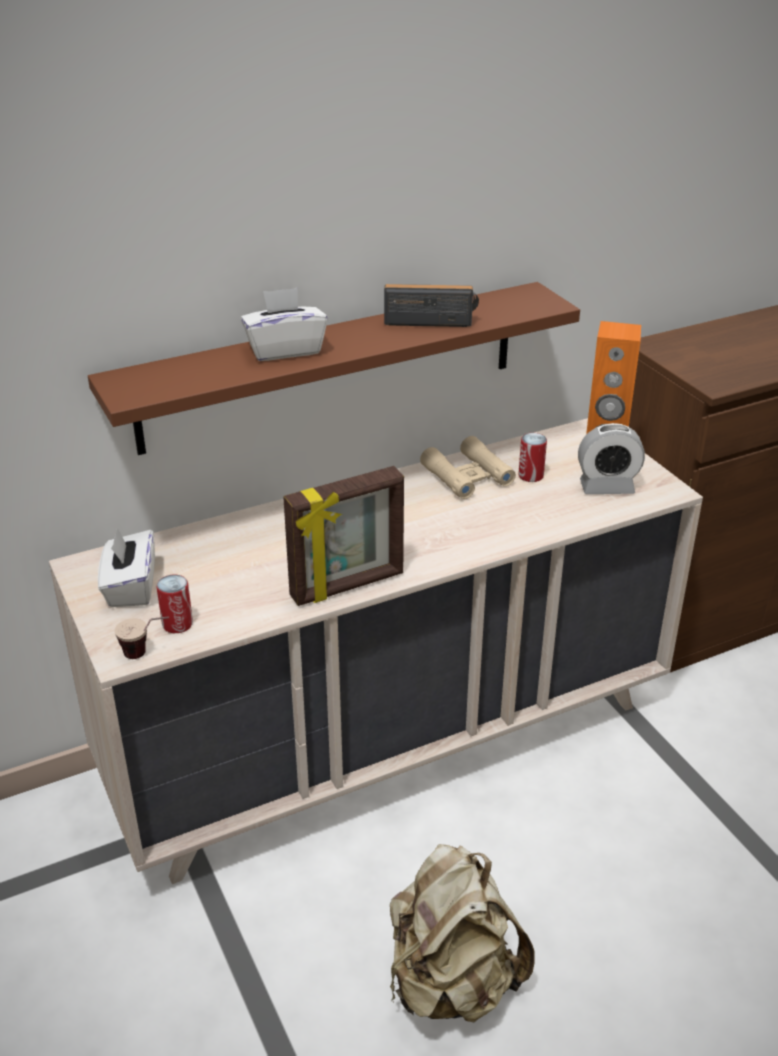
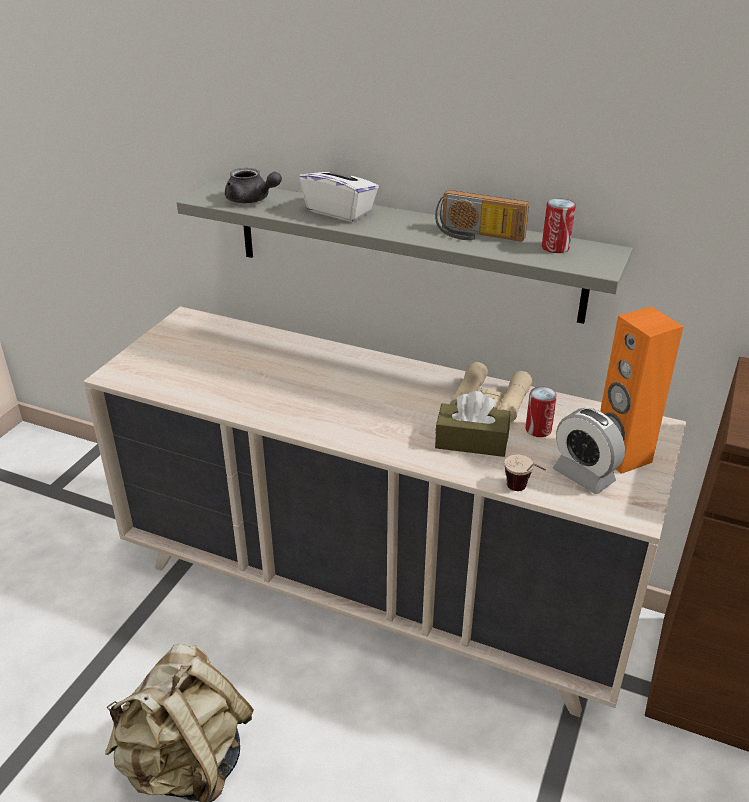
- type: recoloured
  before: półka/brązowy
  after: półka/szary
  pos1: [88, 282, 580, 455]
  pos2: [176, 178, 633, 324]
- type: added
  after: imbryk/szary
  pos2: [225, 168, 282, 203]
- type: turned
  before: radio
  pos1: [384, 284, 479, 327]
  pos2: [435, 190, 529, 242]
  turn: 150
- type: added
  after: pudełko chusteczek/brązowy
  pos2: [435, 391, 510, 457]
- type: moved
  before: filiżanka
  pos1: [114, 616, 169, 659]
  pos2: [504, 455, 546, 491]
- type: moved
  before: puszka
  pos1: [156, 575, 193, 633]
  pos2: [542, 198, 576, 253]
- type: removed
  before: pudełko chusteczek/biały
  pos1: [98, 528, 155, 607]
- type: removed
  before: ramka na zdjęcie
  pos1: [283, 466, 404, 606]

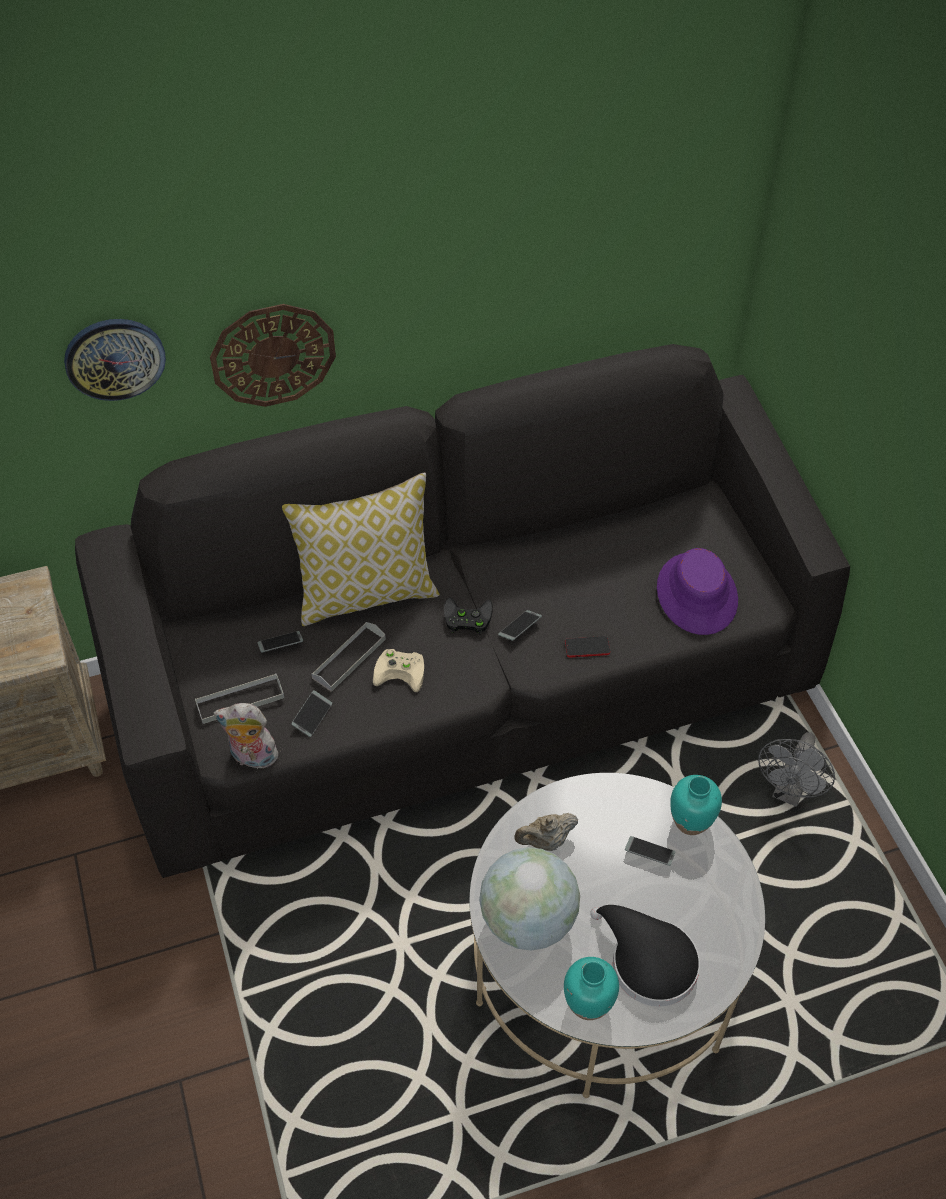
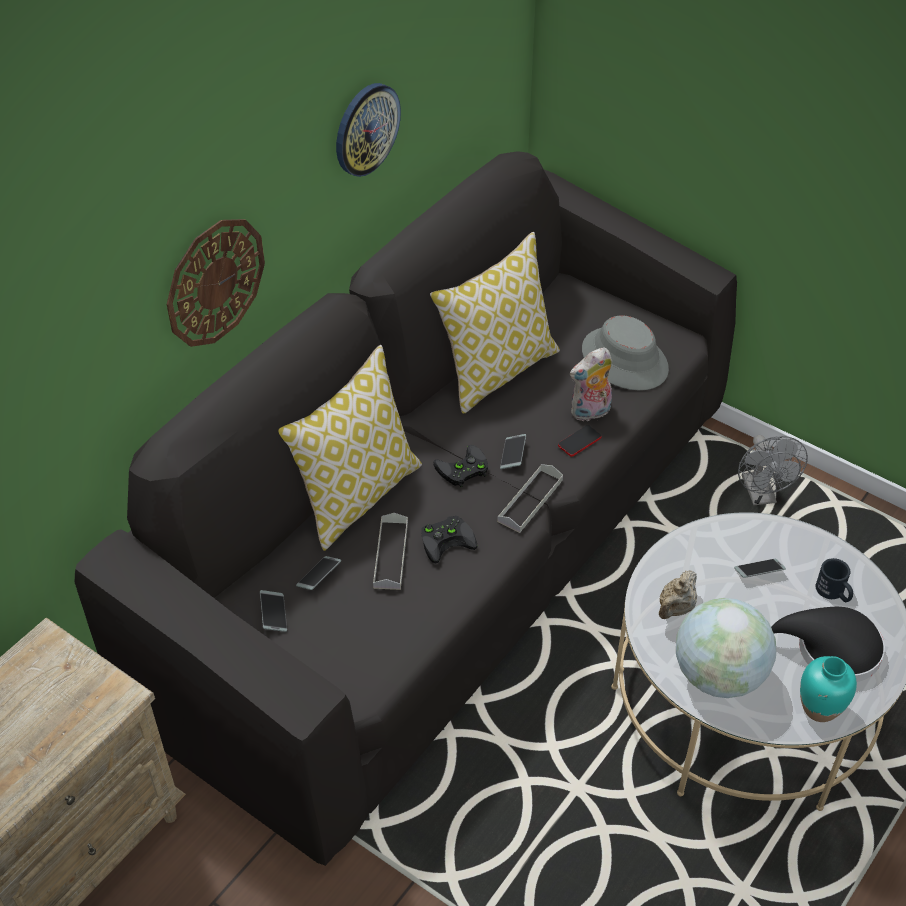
- type: moved
  before: telefon
  pos1: [291, 690, 332, 737]
  pos2: [260, 590, 287, 632]
- type: moved
  before: zegar ścienny
  pos1: [64, 319, 166, 401]
  pos2: [336, 83, 401, 177]
- type: recoloured
  before: pad do gier/beżowy
  after: pad do gier/czarny
  pos1: [373, 649, 424, 692]
  pos2: [422, 516, 478, 564]
- type: added
  after: poduszka
  pos2: [430, 232, 560, 414]
- type: moved
  before: taca/szary
  pos1: [195, 673, 284, 724]
  pos2: [497, 464, 563, 533]
- type: moved
  before: pluszak
  pos1: [213, 703, 278, 769]
  pos2: [570, 347, 612, 422]
- type: recoloured
  before: kapelusz/fioletowy
  after: kapelusz/szary
  pos1: [657, 548, 738, 635]
  pos2: [582, 315, 669, 390]
- type: added
  after: kubek/czarny
  pos2: [816, 558, 853, 602]
- type: removed
  before: wazon/turkusowy
  pos1: [670, 775, 722, 835]

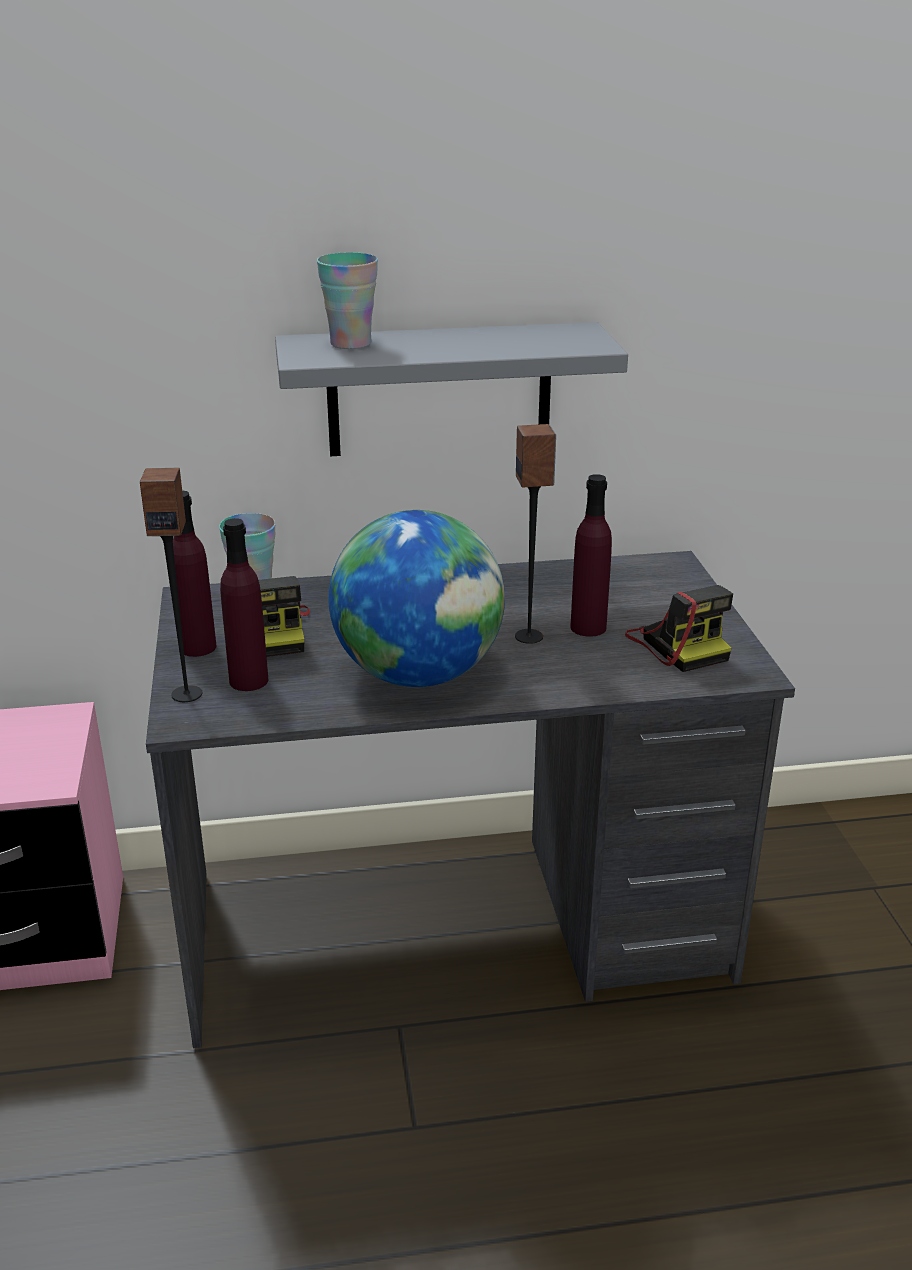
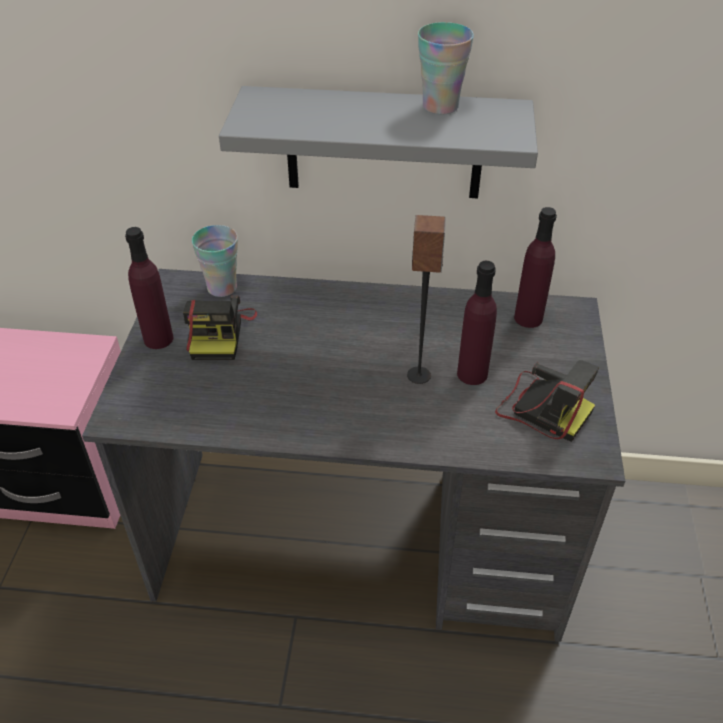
- type: moved
  before: filiżanka
  pos1: [317, 252, 378, 349]
  pos2: [418, 22, 474, 115]
- type: turned
  before: aparat fotograficzny
  pos1: [625, 585, 733, 672]
  pos2: [495, 360, 599, 442]
  turn: -45
- type: moved
  before: butelka/fioletowy
  pos1: [220, 518, 268, 691]
  pos2: [514, 207, 557, 328]
- type: removed
  before: głośnik
  pos1: [140, 468, 202, 702]
- type: removed
  before: globus
  pos1: [328, 510, 505, 687]

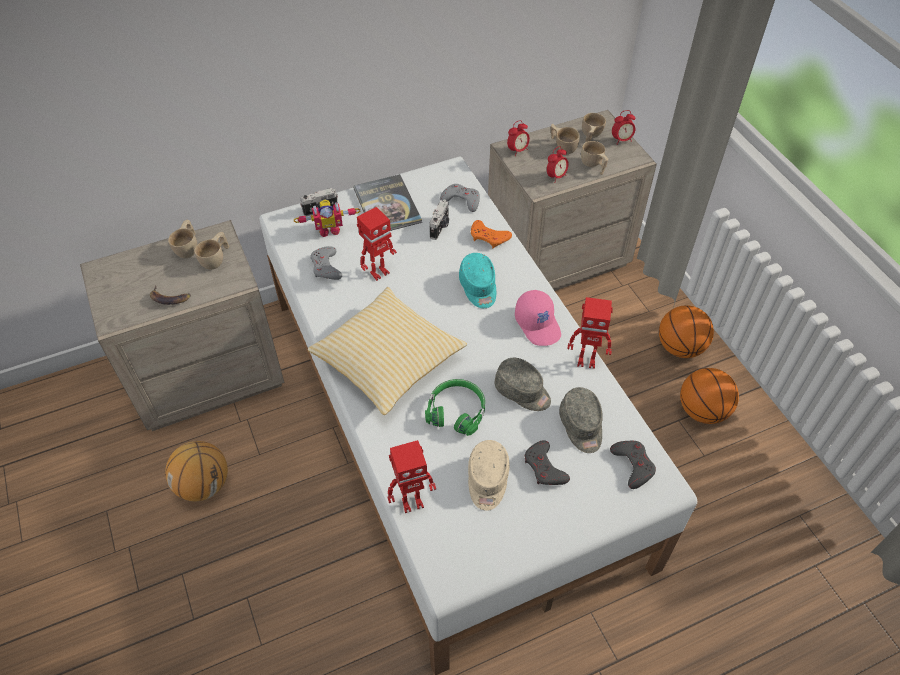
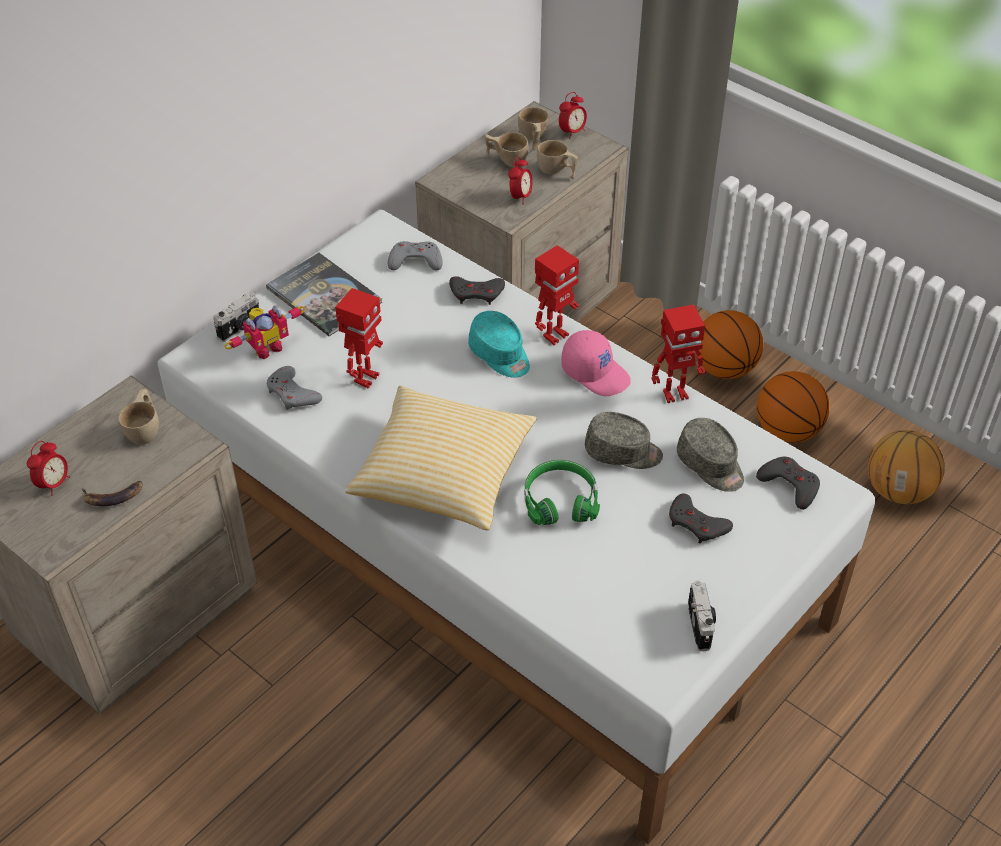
- type: moved
  before: budzik
  pos1: [507, 120, 530, 156]
  pos2: [27, 441, 70, 496]
- type: recoloured
  before: pad do gier/pomarańczowy
  after: pad do gier/szary
  pos1: [471, 220, 512, 249]
  pos2: [449, 276, 505, 305]
- type: moved
  before: robot zabawkowy
  pos1: [387, 440, 436, 513]
  pos2: [535, 245, 579, 345]
- type: moved
  before: aparat fotograficzny
  pos1: [430, 200, 449, 240]
  pos2: [688, 580, 716, 651]
- type: moved
  before: piłka do koszykówki
  pos1: [165, 441, 228, 501]
  pos2: [868, 430, 945, 504]
- type: removed
  before: filiżanka/beżowy
  pos1: [168, 220, 197, 258]
- type: removed
  before: czapka z daszkiem/beżowy
  pos1: [468, 440, 510, 511]

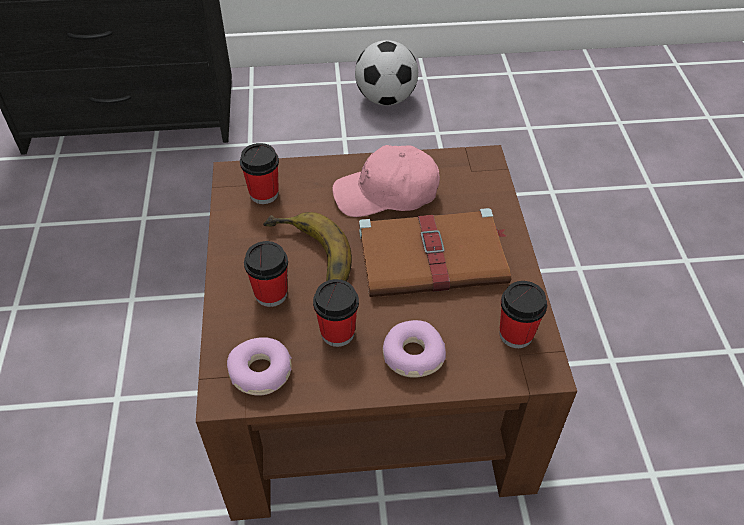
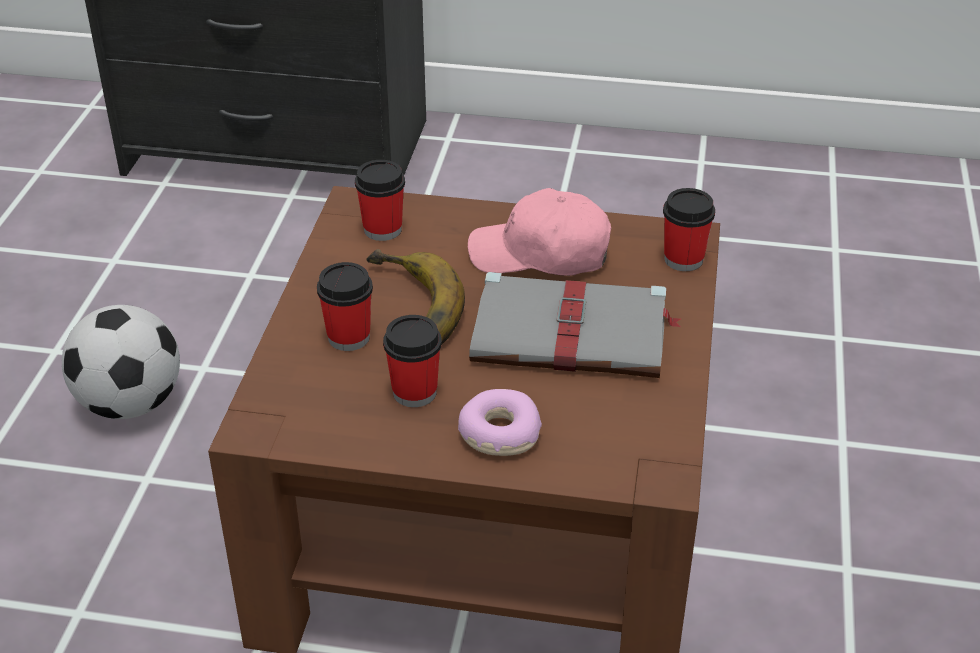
- type: moved
  before: piłka futbolowa
  pos1: [355, 40, 418, 106]
  pos2: [62, 305, 180, 419]
- type: recoloured
  before: książka/brązowy
  after: książka/szary
  pos1: [359, 208, 511, 297]
  pos2: [469, 272, 681, 378]
- type: moved
  before: filiżanka
  pos1: [499, 281, 547, 348]
  pos2: [663, 188, 715, 271]
- type: removed
  before: donut
  pos1: [227, 337, 292, 396]

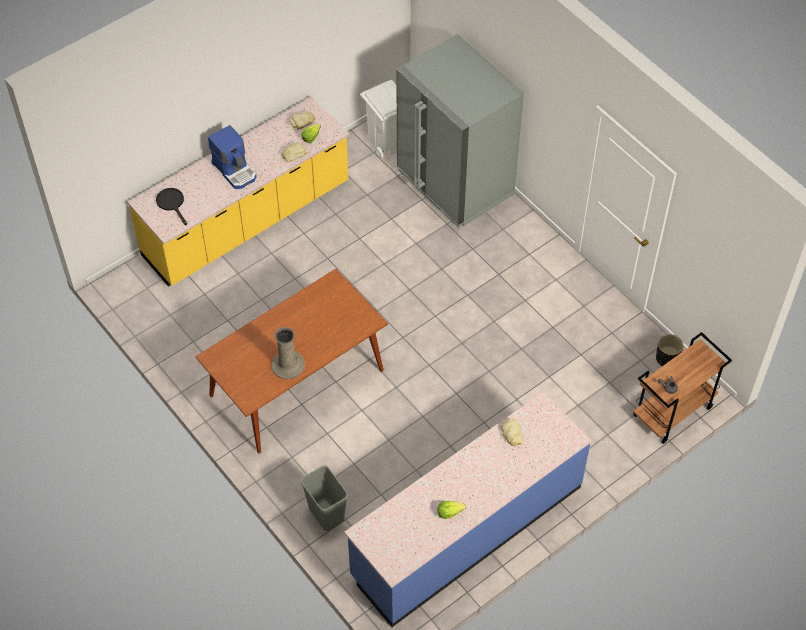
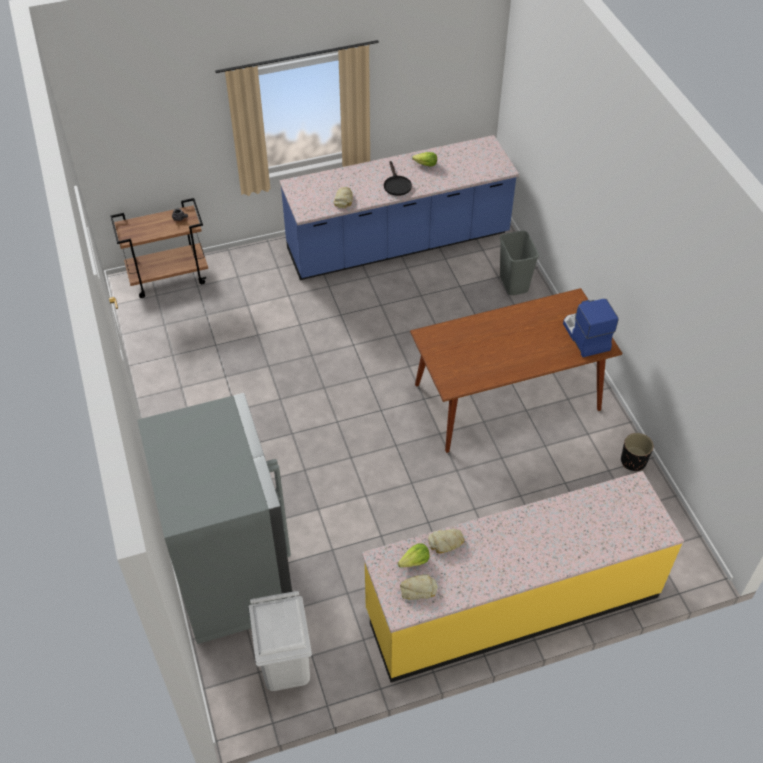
- type: moved
  before: patelnia/czarny
  pos1: [156, 188, 187, 225]
  pos2: [384, 161, 412, 196]
- type: moved
  before: ekspres do kawy
  pos1: [208, 125, 257, 189]
  pos2: [563, 299, 619, 357]
- type: moved
  before: donica/czarny
  pos1: [656, 334, 684, 366]
  pos2: [621, 433, 654, 471]
- type: removed
  before: wazon/beżowy
  pos1: [271, 327, 305, 379]

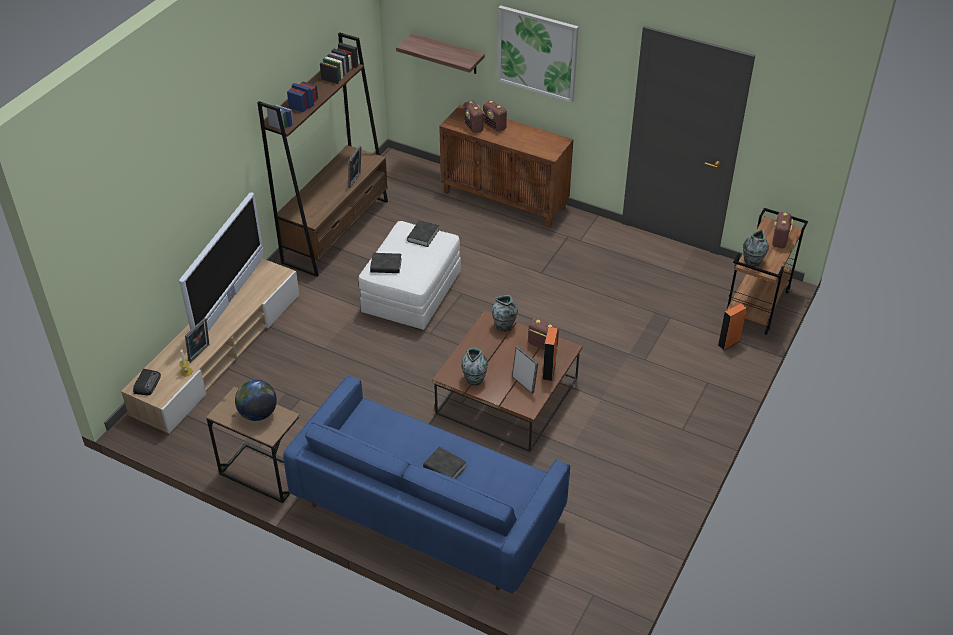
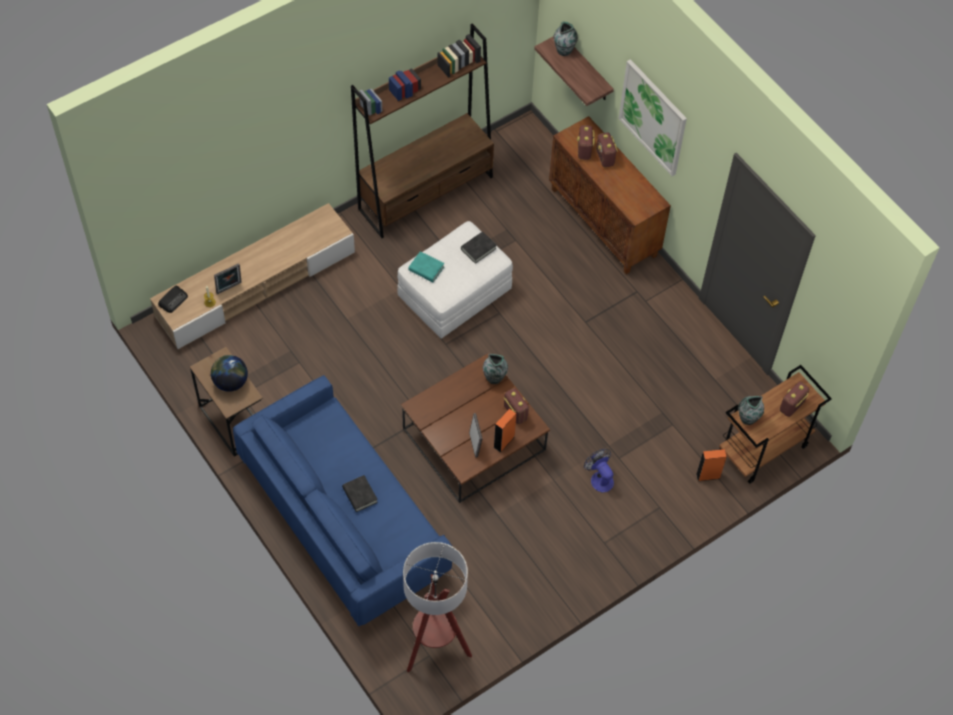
- type: added
  after: lampa stojąca
  pos2: [403, 542, 472, 673]
- type: recoloured
  before: książka/czarny
  after: książka/turkusowy
  pos1: [370, 253, 402, 273]
  pos2: [408, 251, 444, 282]
- type: moved
  before: wazon
  pos1: [461, 348, 488, 386]
  pos2: [553, 22, 578, 56]
- type: added
  after: wentylator
  pos2: [584, 449, 614, 492]
- type: removed
  before: telewizor
  pos1: [179, 192, 263, 332]
- type: removed
  before: ramka na zdjęcie
  pos1: [348, 145, 362, 188]

